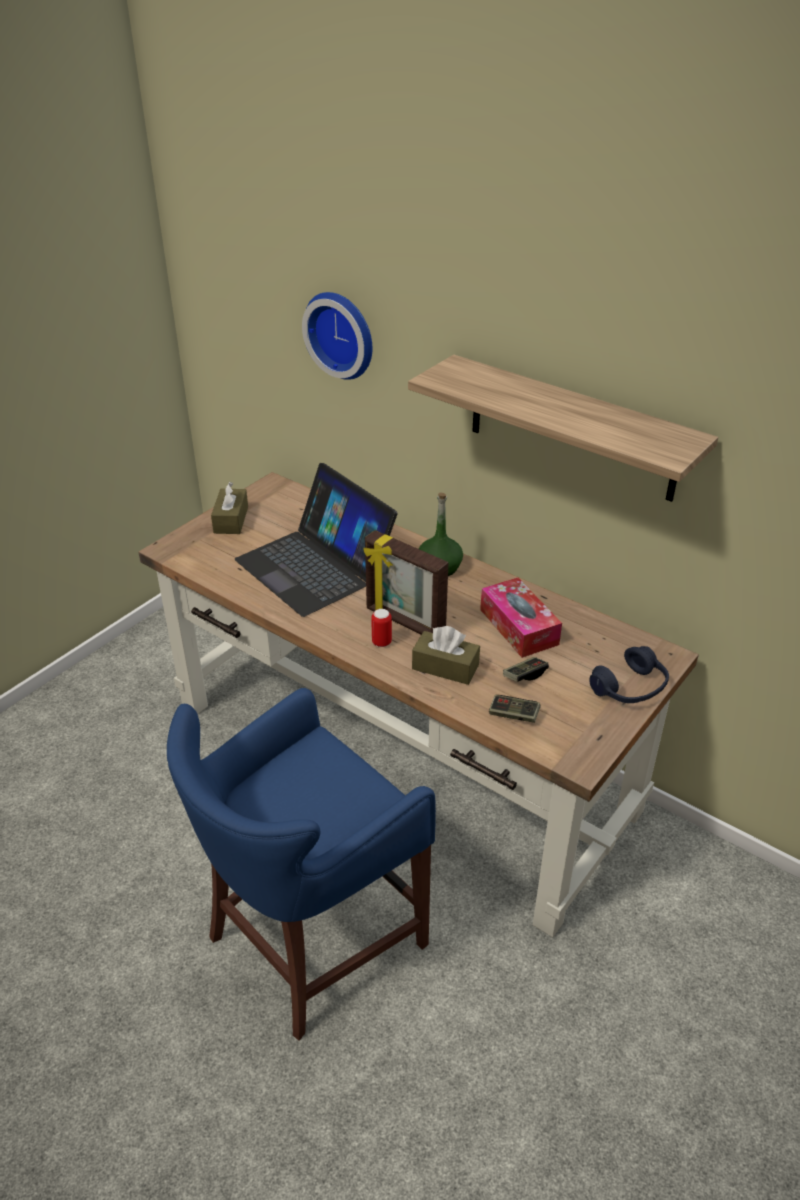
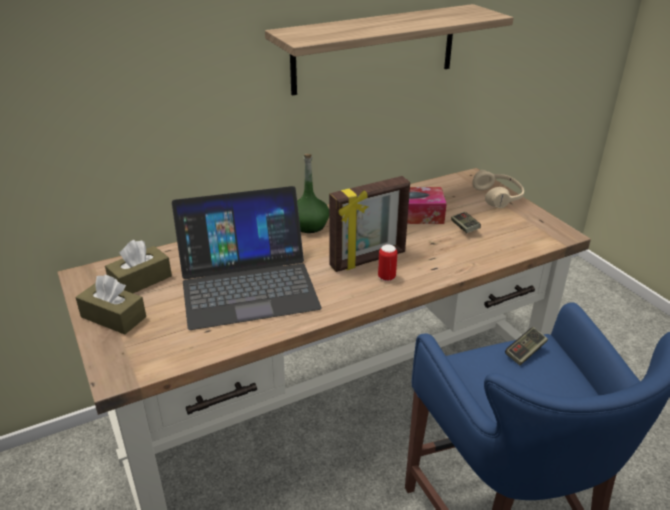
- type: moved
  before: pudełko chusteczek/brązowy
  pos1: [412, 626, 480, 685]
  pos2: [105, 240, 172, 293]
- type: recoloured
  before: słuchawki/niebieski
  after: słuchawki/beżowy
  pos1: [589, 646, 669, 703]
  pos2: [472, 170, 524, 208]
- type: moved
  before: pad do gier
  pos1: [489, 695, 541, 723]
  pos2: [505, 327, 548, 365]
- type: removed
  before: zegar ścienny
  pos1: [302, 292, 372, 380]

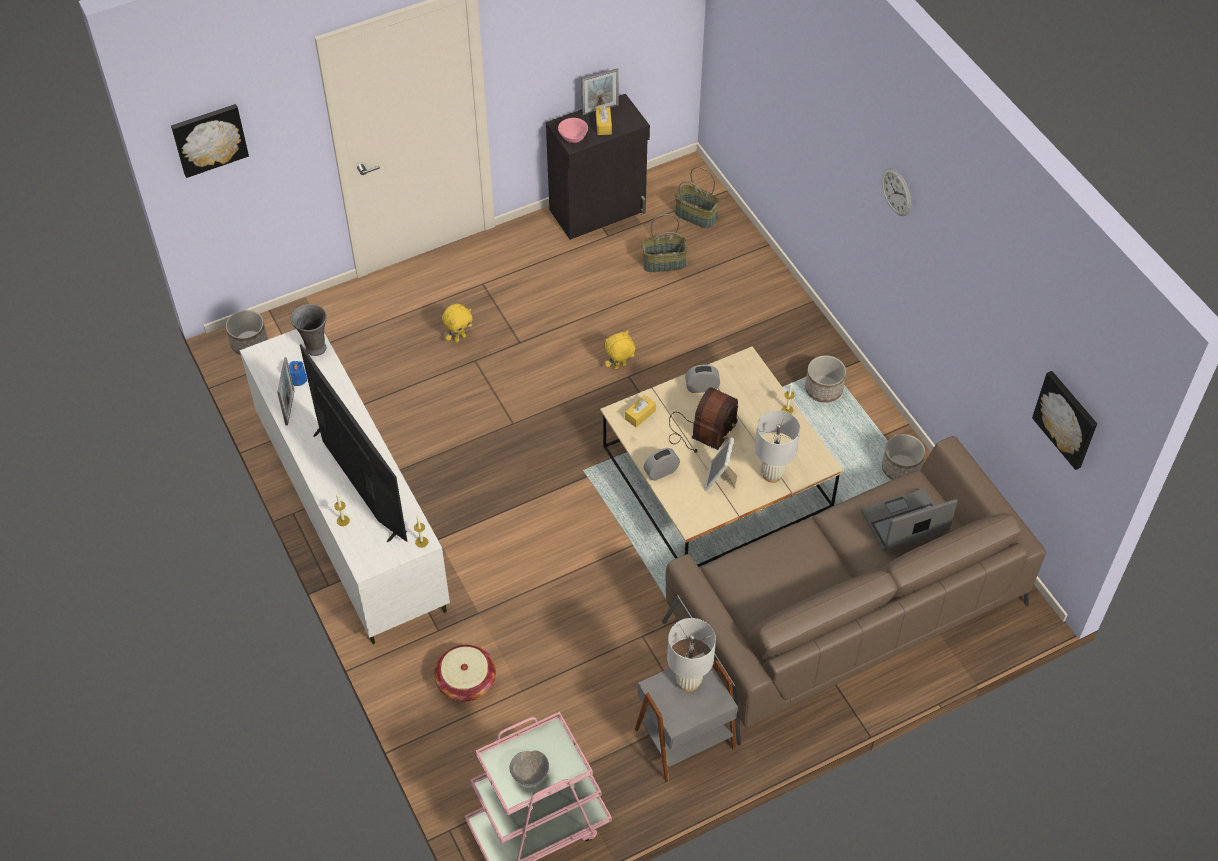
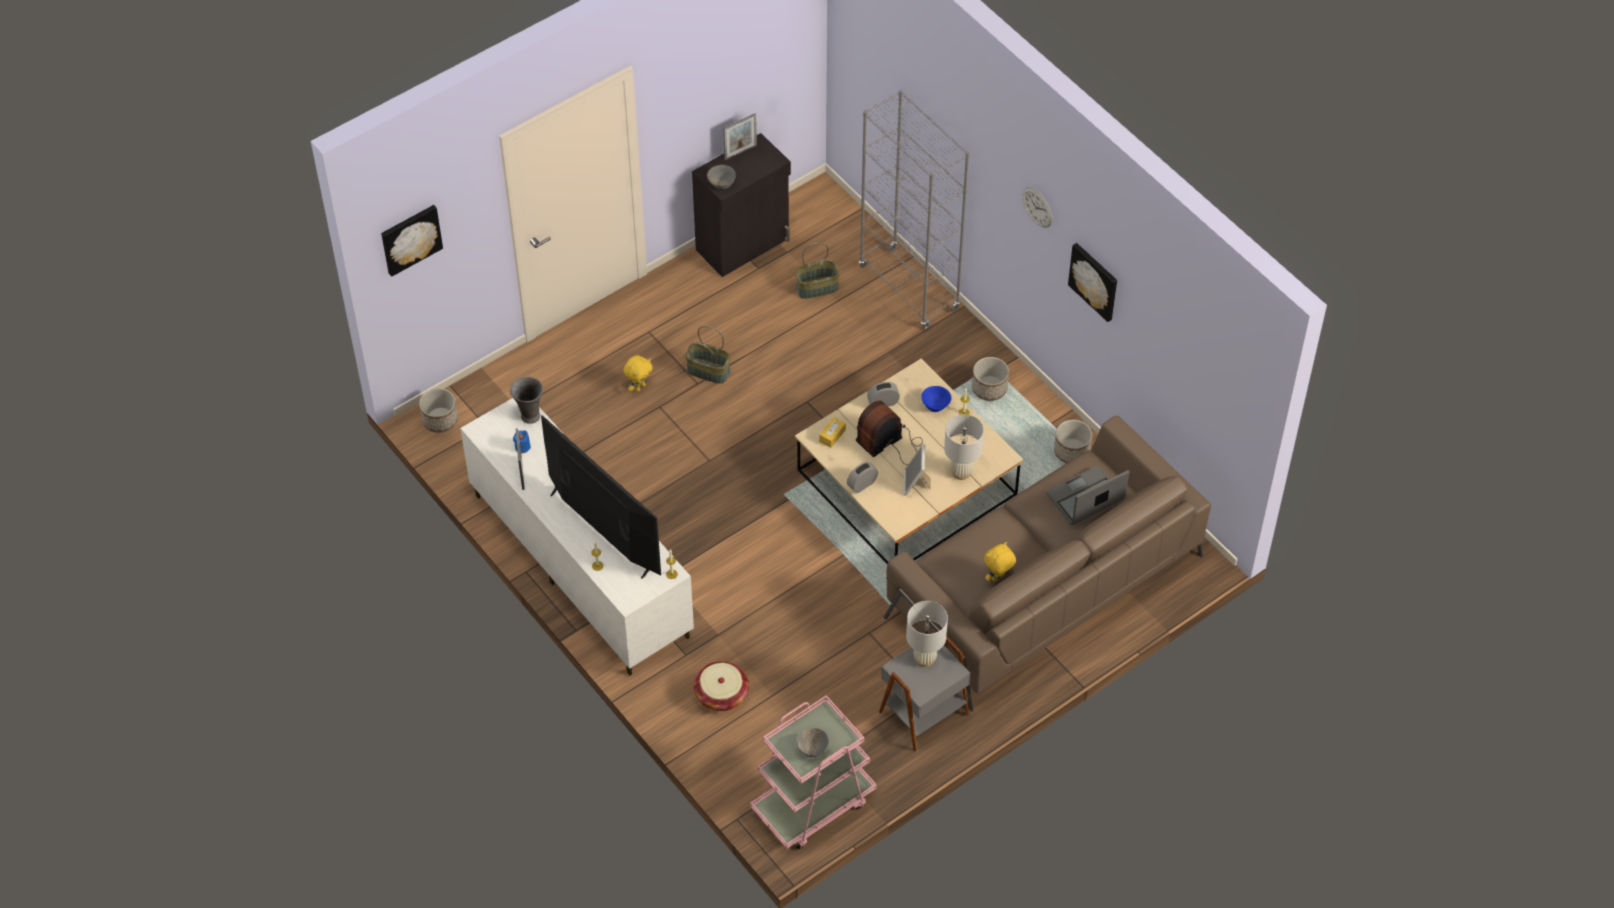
- type: moved
  before: koszyk
  pos1: [675, 167, 720, 229]
  pos2: [685, 326, 731, 384]
- type: recoloured
  before: miska/różowy
  after: miska/szary
  pos1: [558, 118, 588, 143]
  pos2: [707, 165, 736, 189]
- type: turned
  before: radio
  pos1: [669, 387, 738, 453]
  pos2: [856, 401, 923, 465]
  turn: -150
- type: added
  after: regał/szary
  pos2: [859, 90, 969, 329]
- type: added
  after: miska/niebieski
  pos2: [921, 386, 951, 412]
- type: moved
  before: pluszak/żółty
  pos1: [605, 331, 635, 369]
  pos2: [984, 542, 1016, 582]
- type: moved
  before: obraz
  pos1: [1032, 371, 1097, 470]
  pos2: [1068, 243, 1117, 322]
- type: removed
  before: pudełko chusteczek/żółty
  pos1: [596, 106, 612, 135]

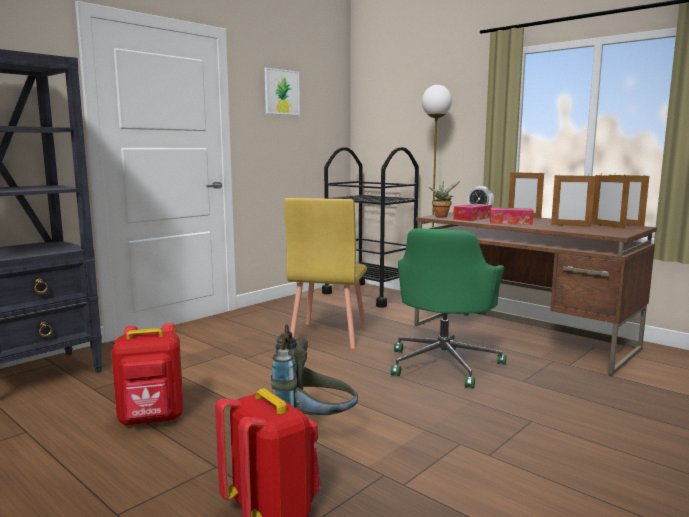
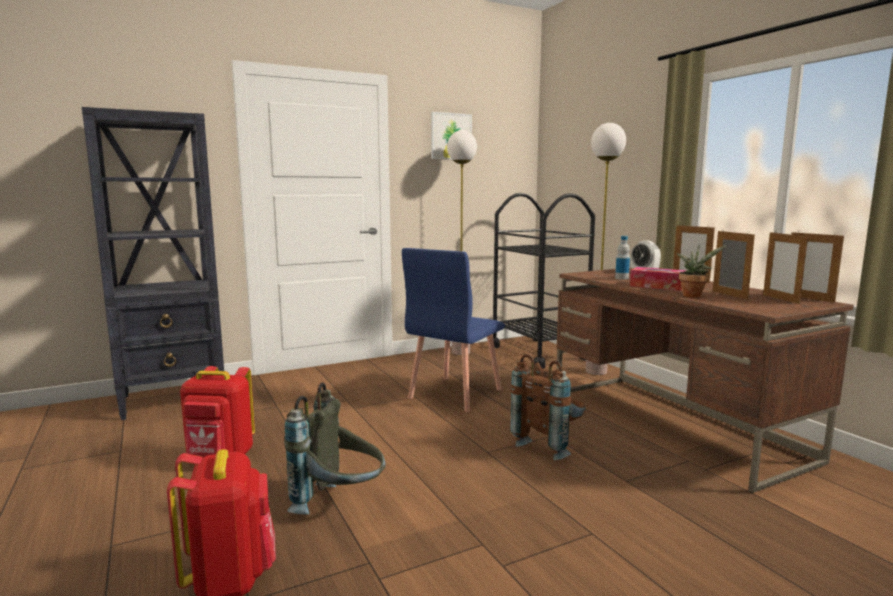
- type: recoloured
  before: krzesło/żółty
  after: krzesło/niebieski
  pos1: [284, 198, 367, 349]
  pos2: [402, 248, 505, 412]
- type: added
  after: lampa stojąca
  pos2: [447, 130, 477, 355]
- type: replaced
  before: krzesło biurowe/zielony
  after: plecak/brązowy
  pos1: [391, 228, 506, 389]
  pos2: [511, 354, 586, 460]
- type: replaced
  before: pudełko chusteczek
  after: butelka
  pos1: [453, 204, 492, 221]
  pos2: [615, 236, 630, 280]
- type: moved
  before: roślina doniczkowa
  pos1: [429, 181, 460, 217]
  pos2: [676, 245, 726, 298]
- type: turned
  before: ramka na zdjęcie
  pos1: [551, 175, 596, 227]
  pos2: [713, 229, 755, 300]
  turn: -150

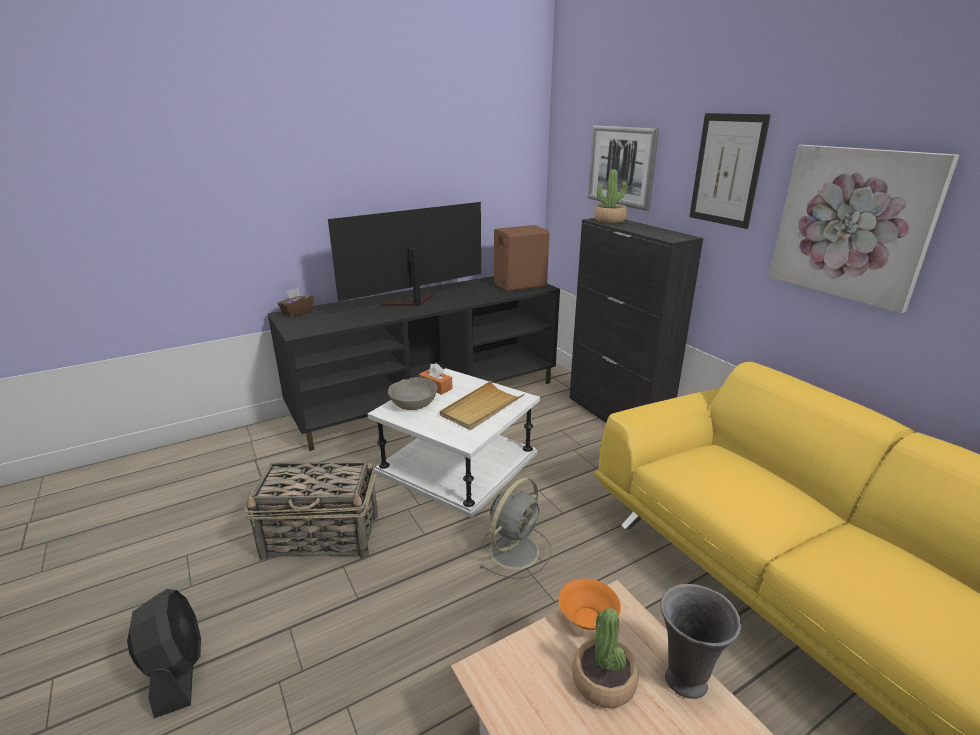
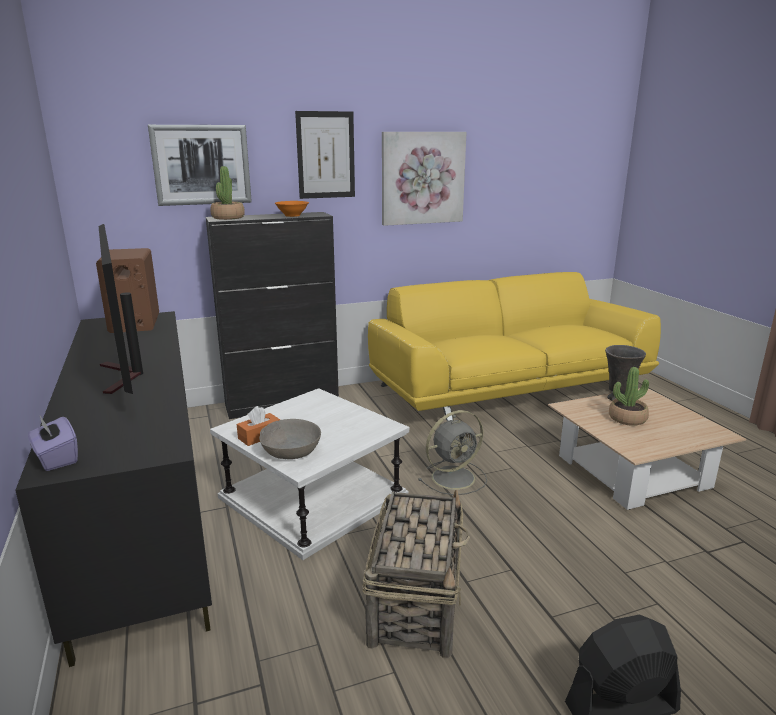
- type: recoloured
  before: pudełko chusteczek/brązowy
  after: pudełko chusteczek/fioletowy
  pos1: [278, 288, 314, 317]
  pos2: [28, 416, 78, 471]
- type: moved
  before: miska/pomarańczowy
  pos1: [558, 579, 621, 630]
  pos2: [275, 201, 309, 217]
- type: turned
  before: wentylator/szary
  pos1: [479, 478, 552, 579]
  pos2: [419, 410, 487, 495]
  turn: 105
- type: removed
  before: taca/beżowy
  pos1: [440, 381, 524, 430]

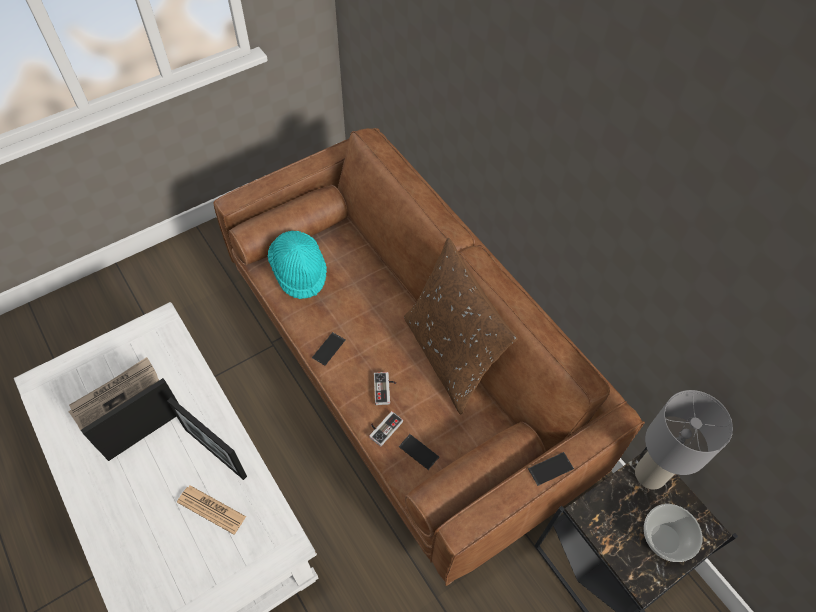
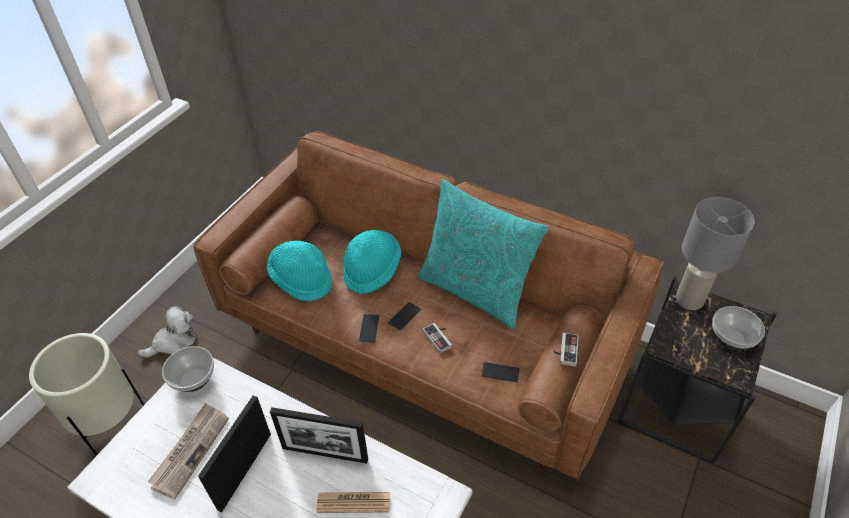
- type: added
  after: donica/beżowy
  pos2: [29, 333, 145, 455]
- type: added
  after: pluszak
  pos2: [138, 306, 197, 358]
- type: added
  after: miska
  pos2: [162, 346, 214, 392]
- type: added
  after: kapelusz/turkusowy
  pos2: [343, 230, 401, 294]
- type: moved
  before: telefon
  pos1: [528, 452, 574, 486]
  pos2: [388, 302, 421, 331]
- type: recoloured
  before: poduszka/brązowy
  after: poduszka/turkusowy
  pos1: [404, 238, 517, 415]
  pos2: [418, 179, 549, 329]
- type: moved
  before: pad do gier
  pos1: [369, 411, 403, 447]
  pos2: [553, 332, 579, 366]

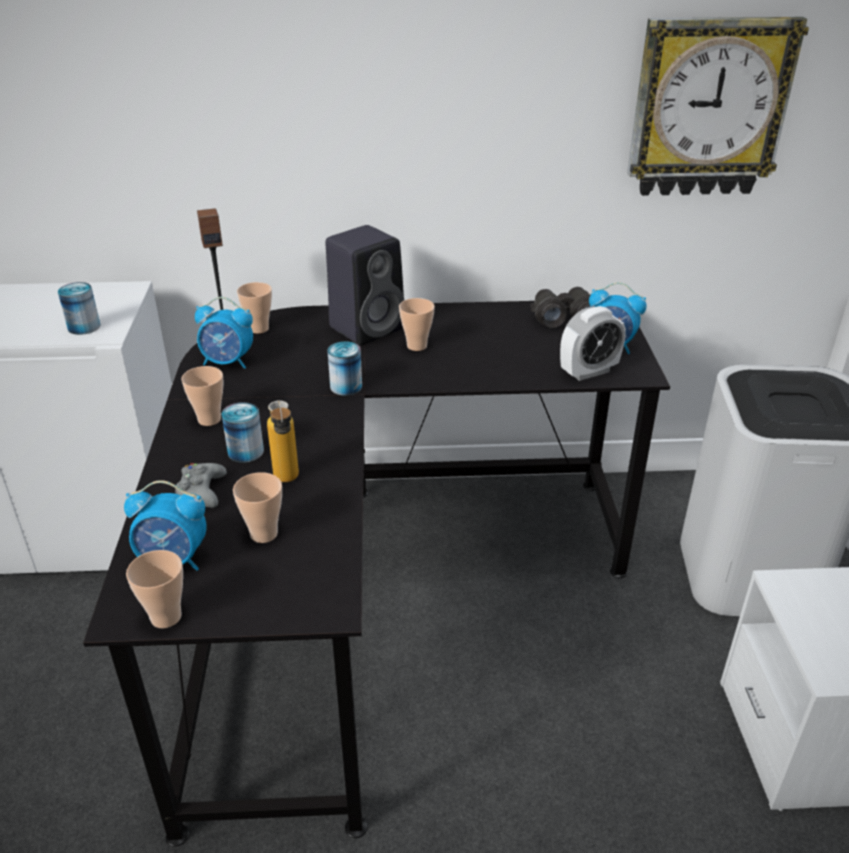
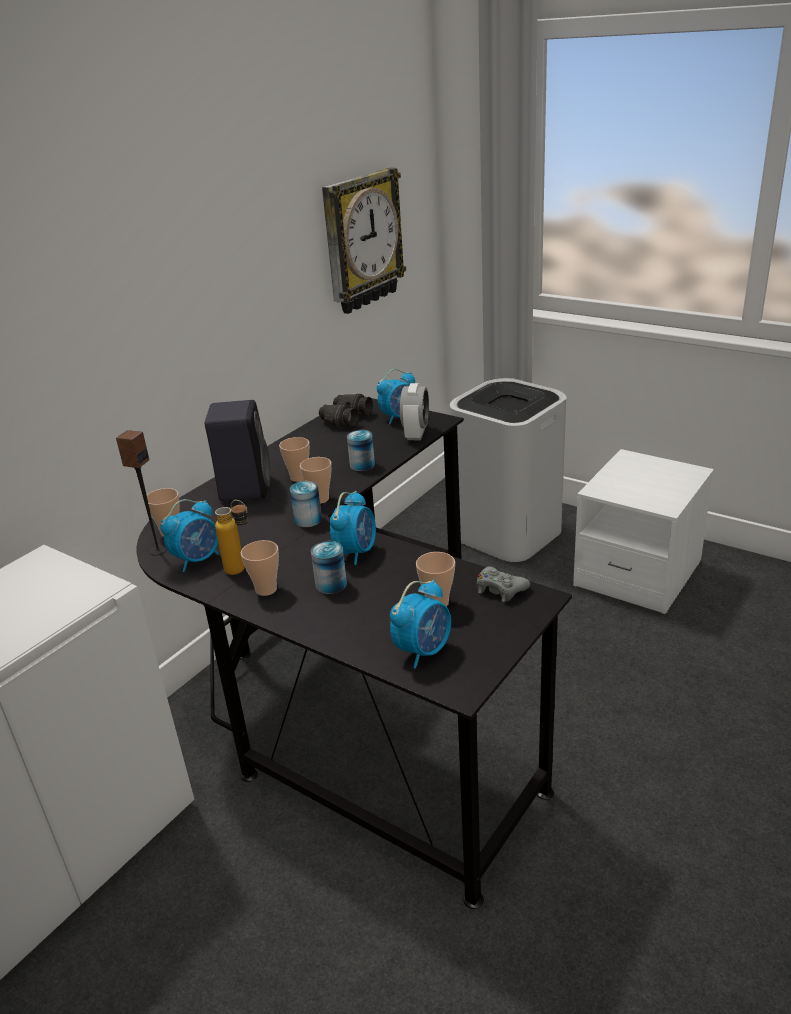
- type: moved
  before: butelka
  pos1: [267, 400, 299, 482]
  pos2: [215, 500, 248, 575]
- type: moved
  before: filiżanka
  pos1: [126, 550, 183, 628]
  pos2: [300, 457, 332, 504]
- type: added
  after: budzik
  pos2: [330, 491, 376, 565]
- type: moved
  before: puszka
  pos1: [58, 282, 100, 335]
  pos2: [347, 430, 375, 471]
- type: moved
  before: pad do gier/szary
  pos1: [175, 463, 227, 508]
  pos2: [477, 566, 530, 602]

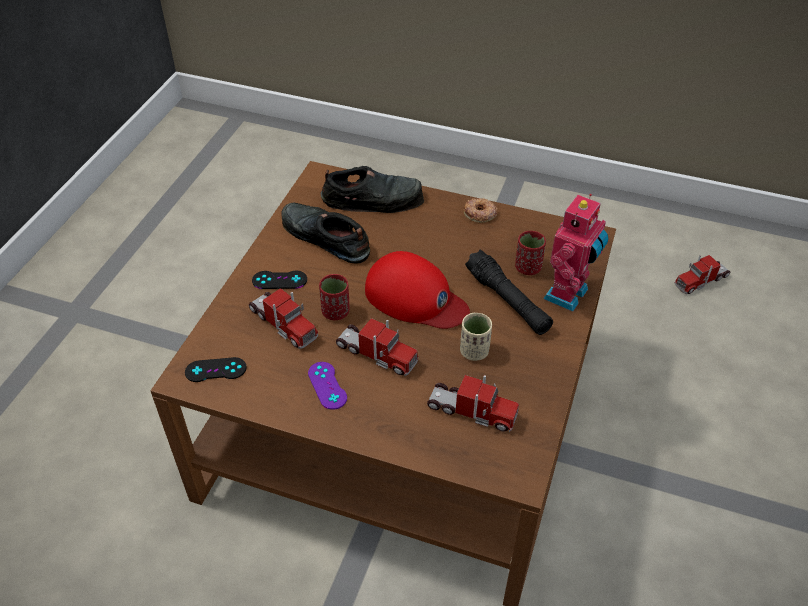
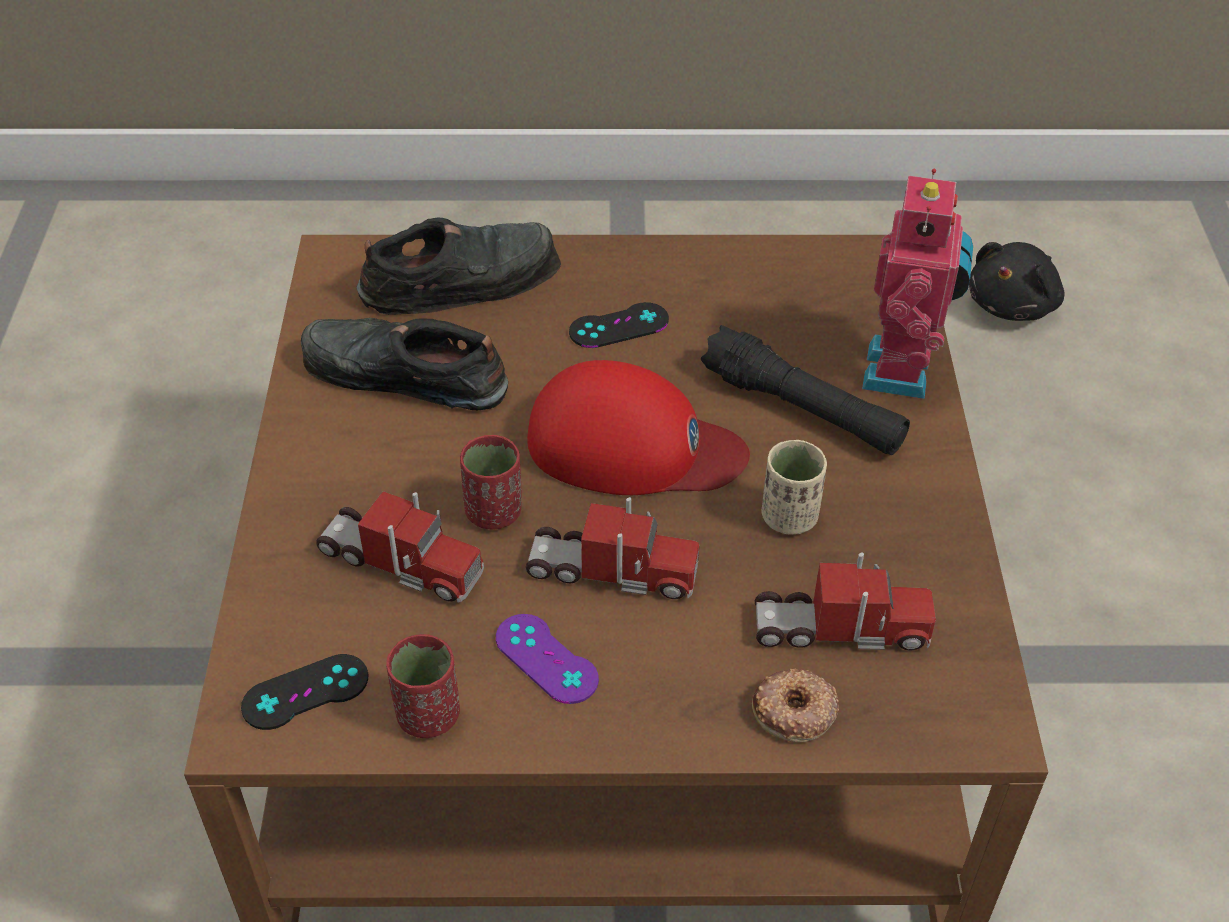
- type: moved
  before: filiżanka/czerwony
  pos1: [515, 231, 546, 275]
  pos2: [386, 634, 460, 738]
- type: moved
  before: pad do gier/czarny
  pos1: [252, 271, 307, 289]
  pos2: [569, 302, 669, 348]
- type: moved
  before: donut
  pos1: [464, 198, 497, 223]
  pos2: [752, 669, 839, 742]
- type: replaced
  before: ciężarówka zabawkowa
  after: pluszak/czarny
  pos1: [675, 255, 730, 294]
  pos2: [969, 242, 1065, 321]

